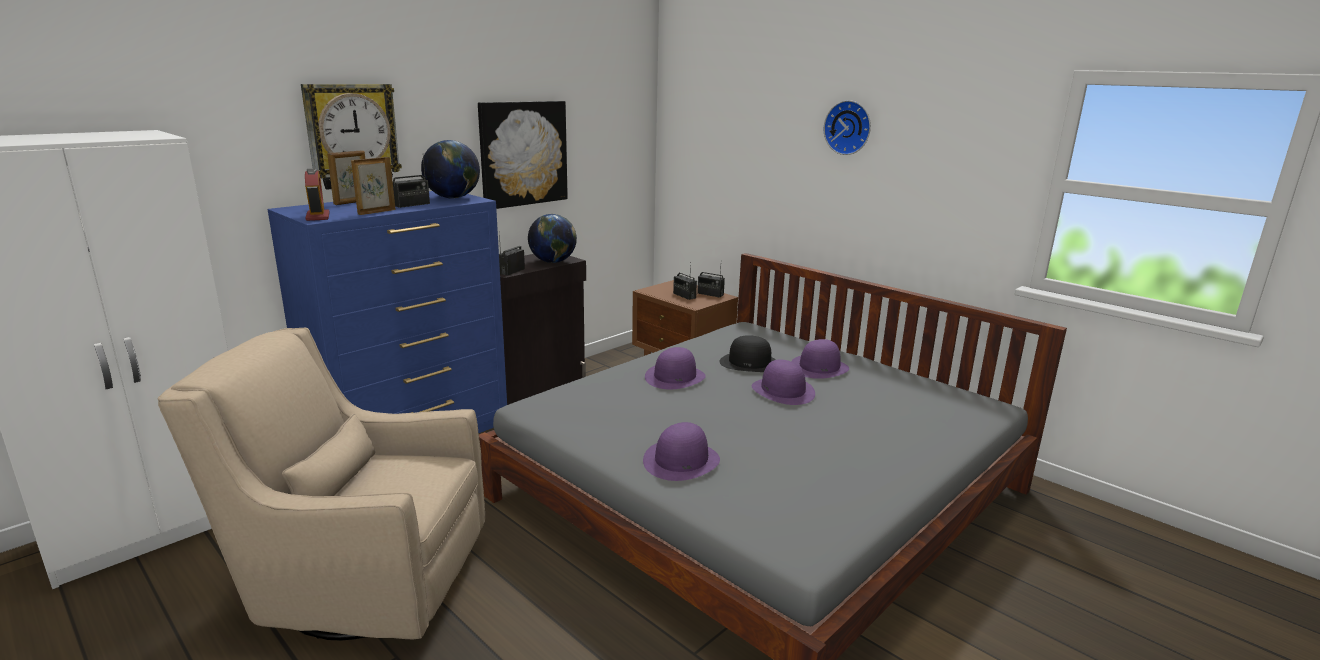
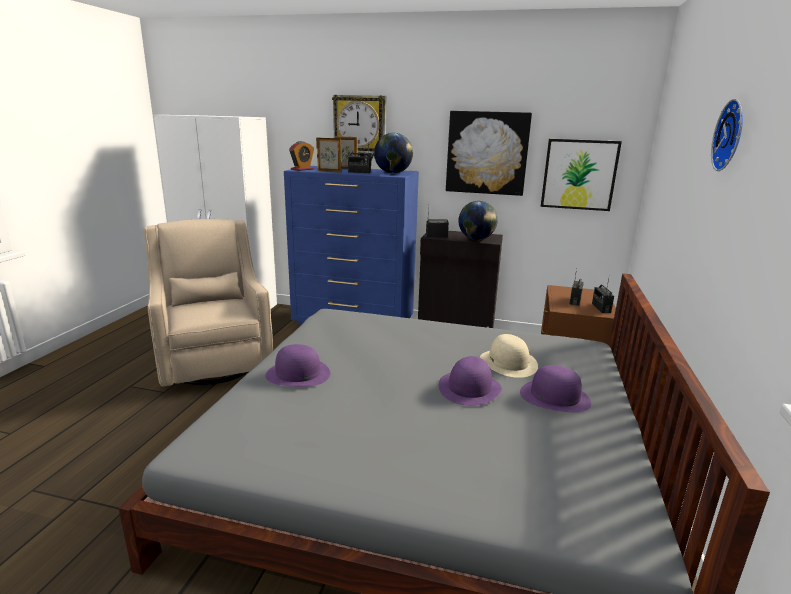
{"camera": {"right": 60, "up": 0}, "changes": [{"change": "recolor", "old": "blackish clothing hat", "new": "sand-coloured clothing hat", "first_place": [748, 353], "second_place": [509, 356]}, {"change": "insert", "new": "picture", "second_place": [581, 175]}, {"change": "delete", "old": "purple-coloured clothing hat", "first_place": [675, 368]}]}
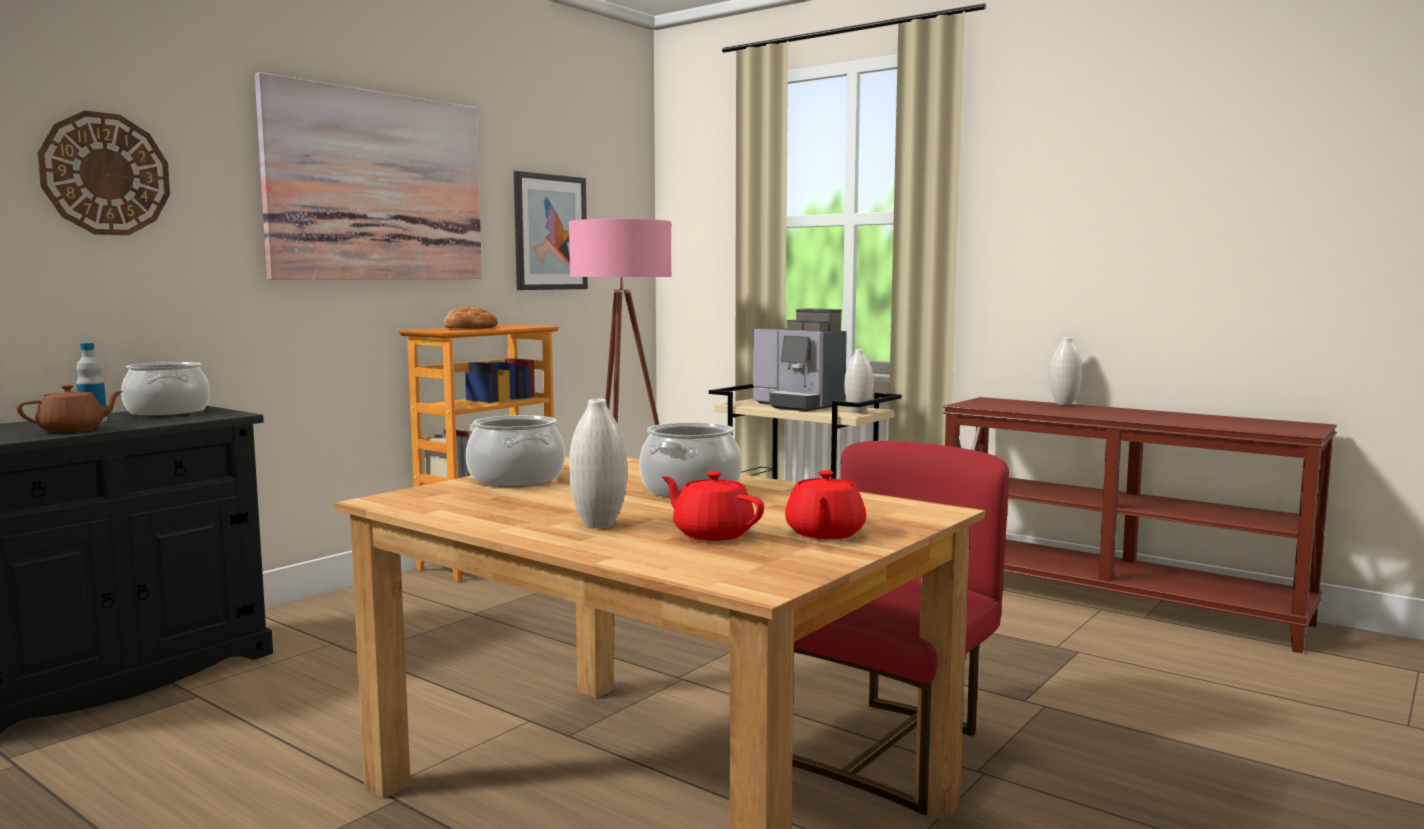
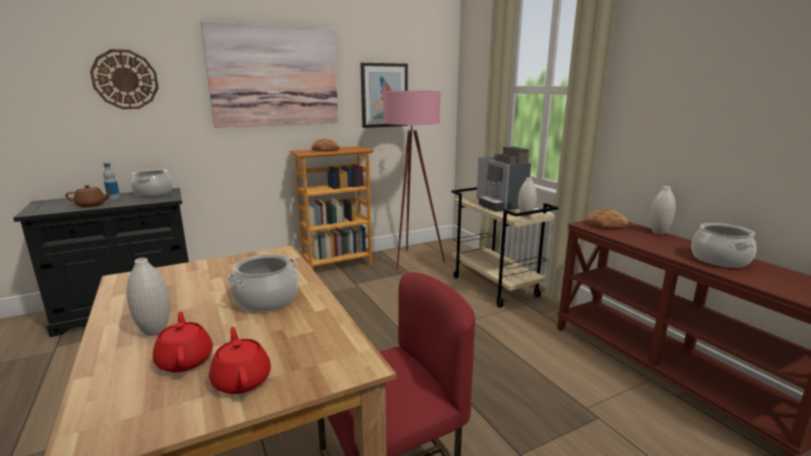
{"camera": {"right": 25, "up": 10}, "changes": [{"change": "rotate", "old": "red-coloured tea pot", "first_place": [825, 504], "second_place": [240, 360], "degrees": 120}, {"change": "insert", "new": "bread", "second_place": [607, 219]}, {"change": "move", "old": "stockpot", "first_place": [515, 451], "second_place": [723, 245]}]}
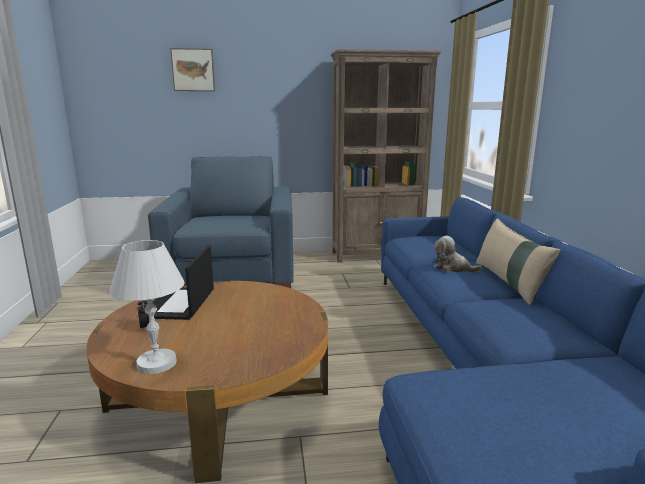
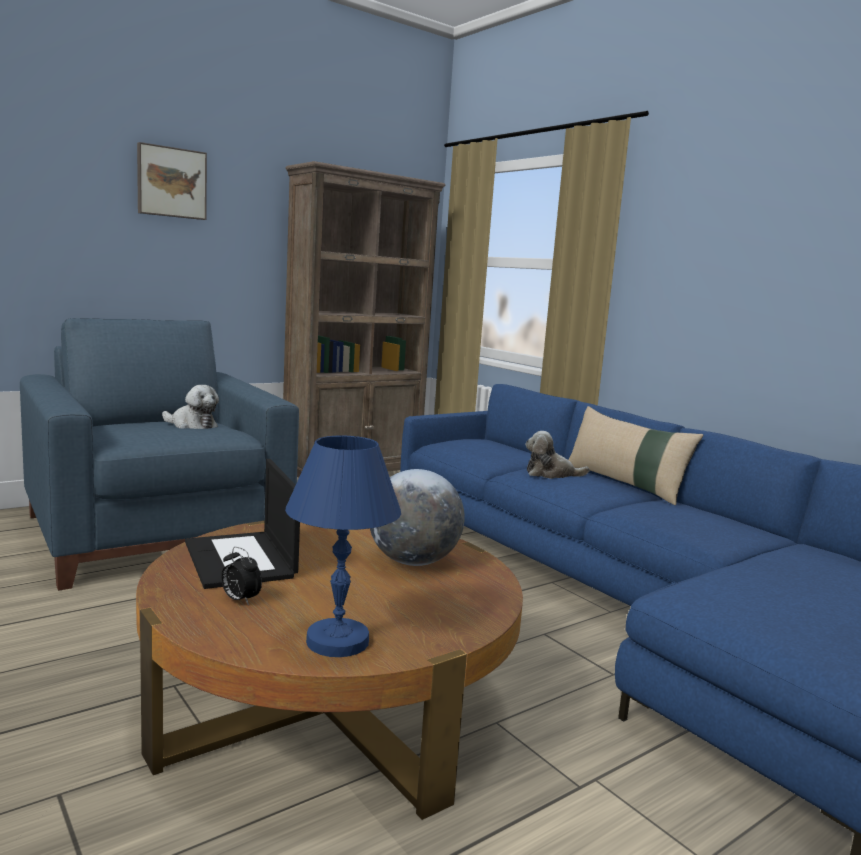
{"camera": {"right": -30, "up": -5}, "changes": [{"change": "move", "old": "picture", "first_place": [192, 69], "second_place": [172, 181]}, {"change": "insert", "new": "cuddly toy", "second_place": [190, 407]}, {"change": "recolor", "old": "white-coloured table lamp", "new": "blue-coloured table lamp", "first_place": [147, 307], "second_place": [343, 546]}, {"change": "insert", "new": "world globe", "second_place": [417, 517]}]}
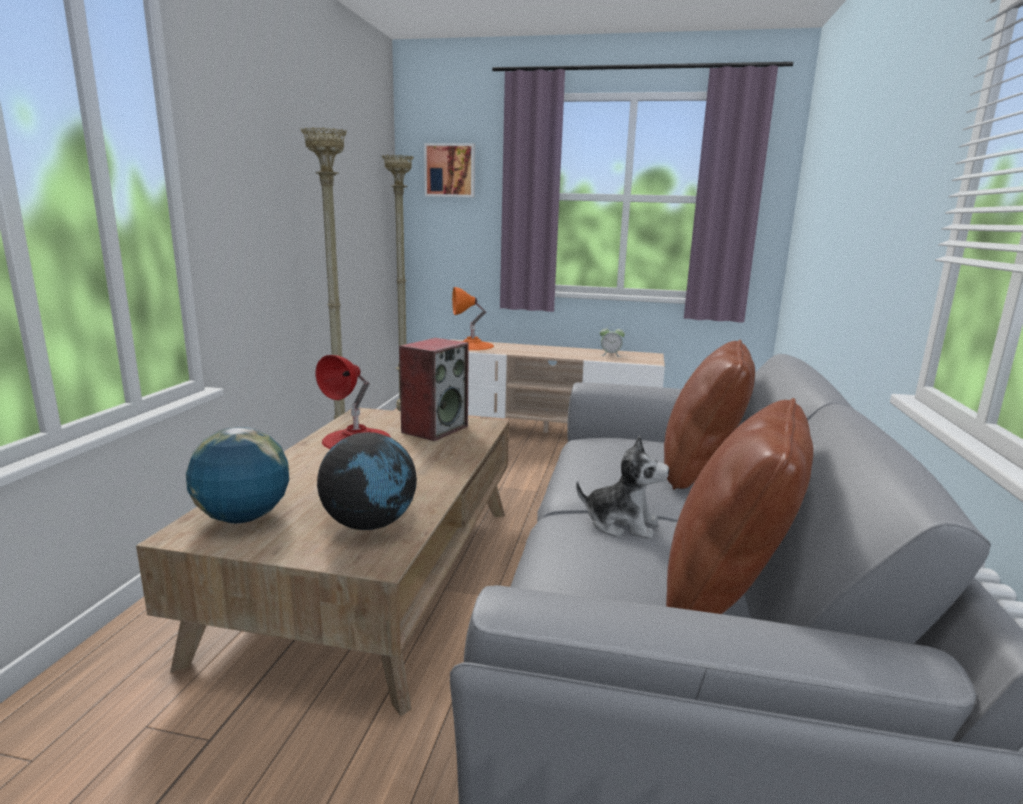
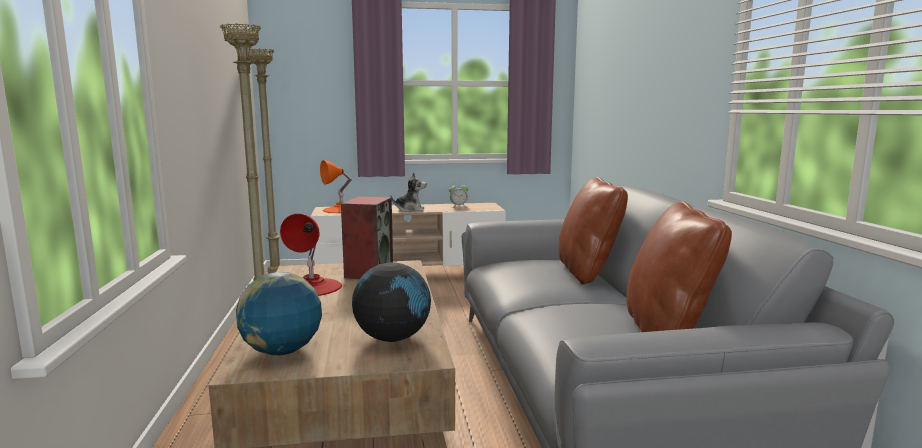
{"camera": {"right": -20, "up": -5}, "changes": [{"change": "move", "old": "cuddly toy", "first_place": [622, 487], "second_place": [408, 192]}, {"change": "delete", "old": "picture", "first_place": [449, 170]}]}
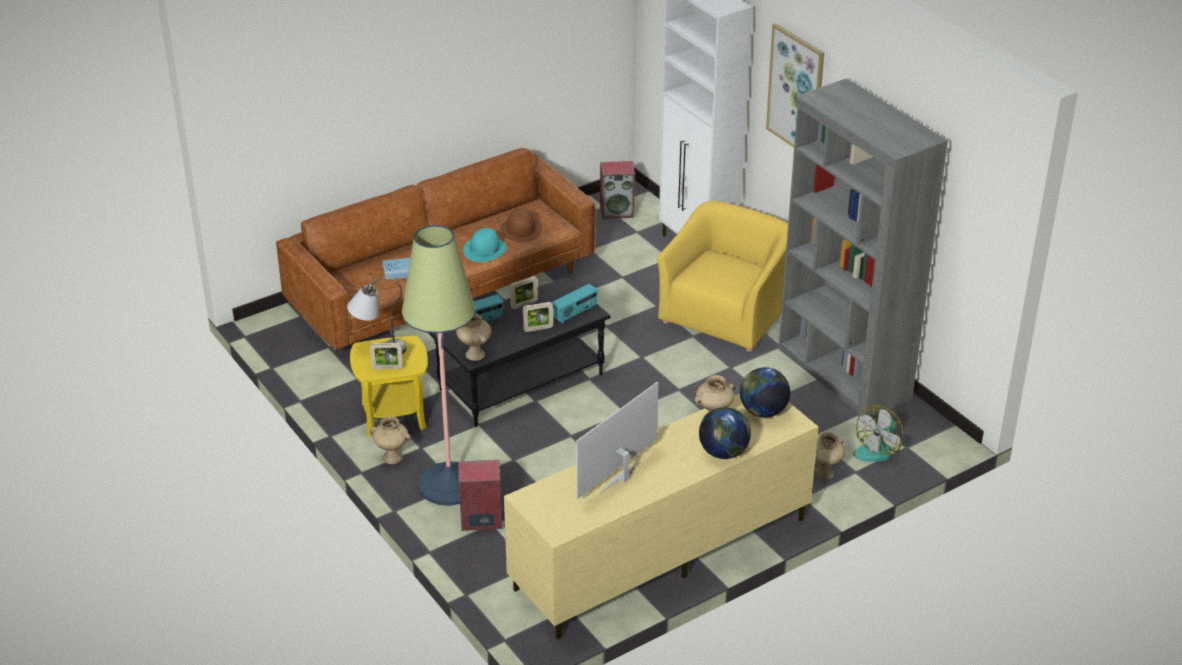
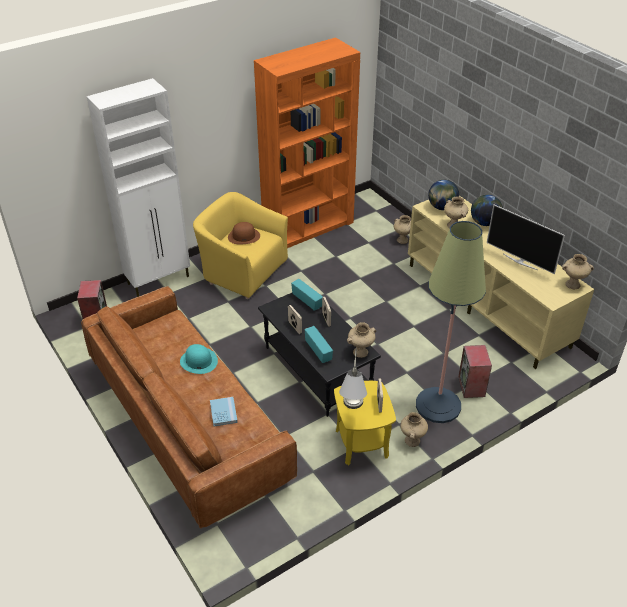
{"camera": {"right": -90, "up": 5}, "changes": [{"change": "move", "old": "brown-coloured clothing hat", "first_place": [521, 225], "second_place": [244, 233]}, {"change": "recolor", "old": "greyish shelving unit", "new": "orange-coloured shelving unit", "first_place": [863, 248], "second_place": [307, 142]}, {"change": "insert", "new": "sand-coloured vase", "second_place": [578, 271]}, {"change": "delete", "old": "picture", "first_place": [795, 85]}, {"change": "delete", "old": "cooling fan", "first_place": [878, 433]}]}
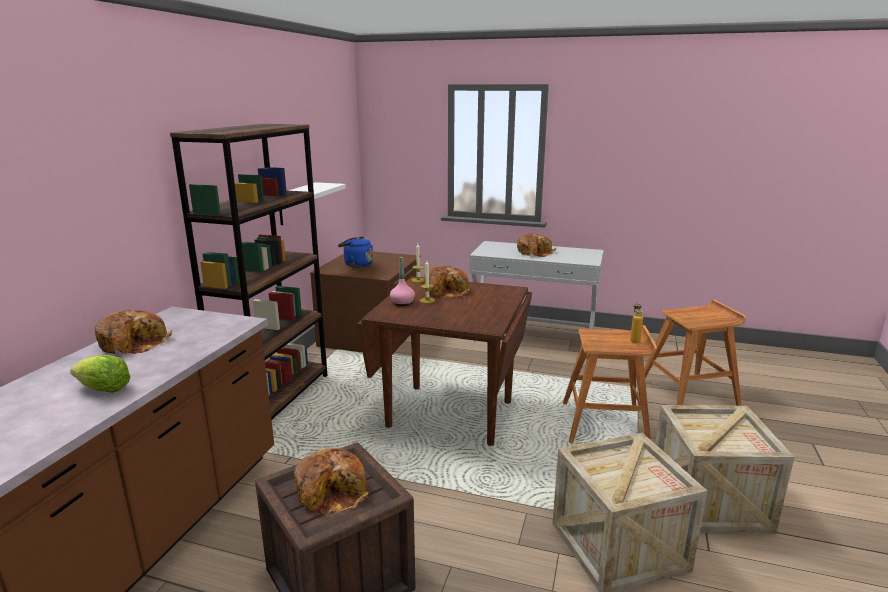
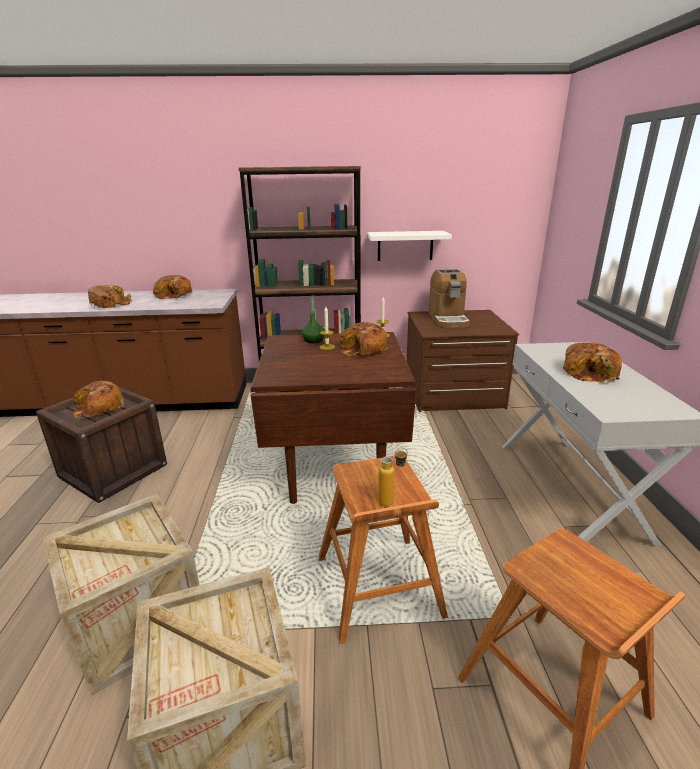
{"camera": {"right": 70, "up": 5}, "changes": [{"change": "replace", "old": "head of lettuce", "new": "bread", "first_place": [100, 374], "second_place": [110, 296]}, {"change": "recolor", "old": "pink-coloured beverage bottle", "new": "greenish beverage bottle", "first_place": [402, 281], "second_place": [313, 319]}, {"change": "replace", "old": "blue-coloured kettle", "new": "coffee machine", "first_place": [355, 252], "second_place": [449, 298]}]}
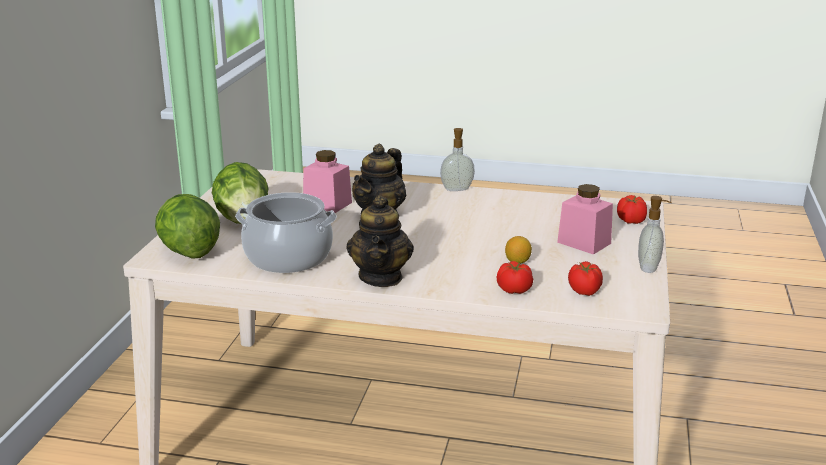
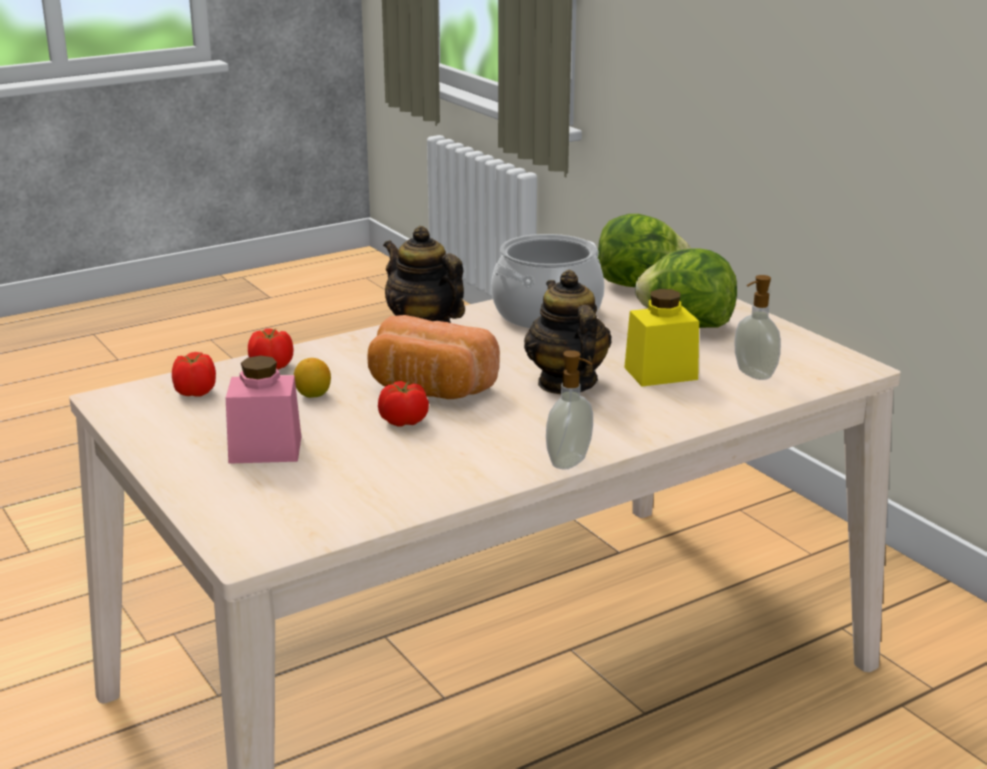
{"camera": {"right": 135, "up": 0}, "changes": [{"change": "insert", "new": "bread", "second_place": [434, 357]}, {"change": "move", "old": "tomato", "first_place": [632, 209], "second_place": [403, 404]}, {"change": "recolor", "old": "pink-coloured storage jar", "new": "yellow storage jar", "first_place": [327, 181], "second_place": [661, 338]}, {"change": "move", "old": "liquid soap bottle", "first_place": [655, 234], "second_place": [758, 327]}]}
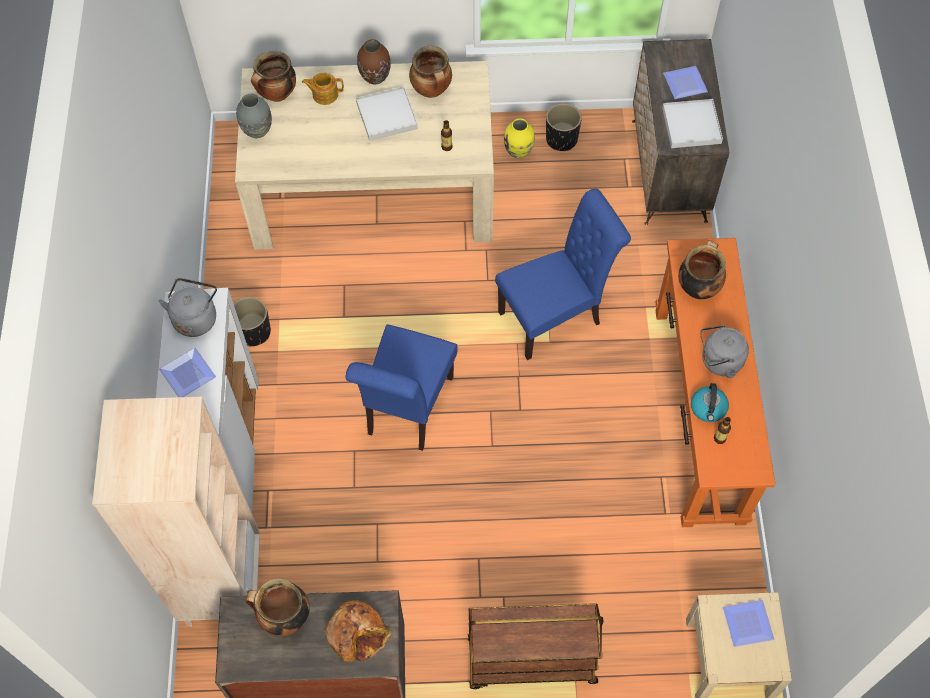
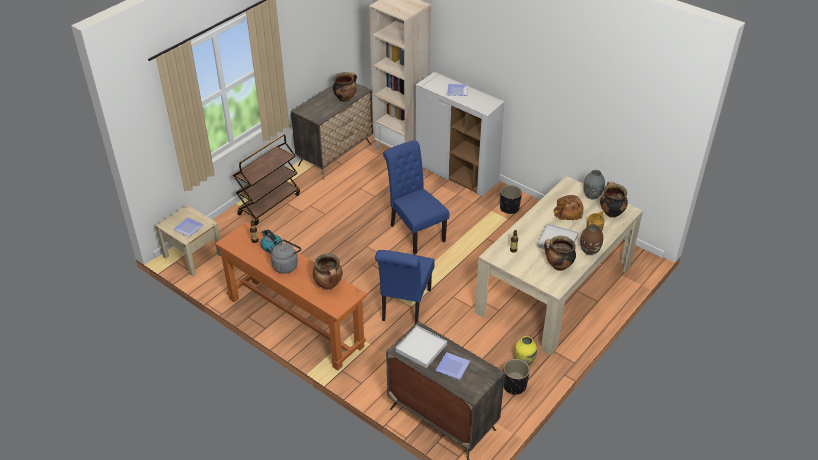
{"camera": {"right": 130, "up": -20}, "changes": [{"change": "move", "old": "bread", "first_place": [358, 631], "second_place": [568, 207]}, {"change": "delete", "old": "greyish kettle", "first_place": [188, 307]}]}
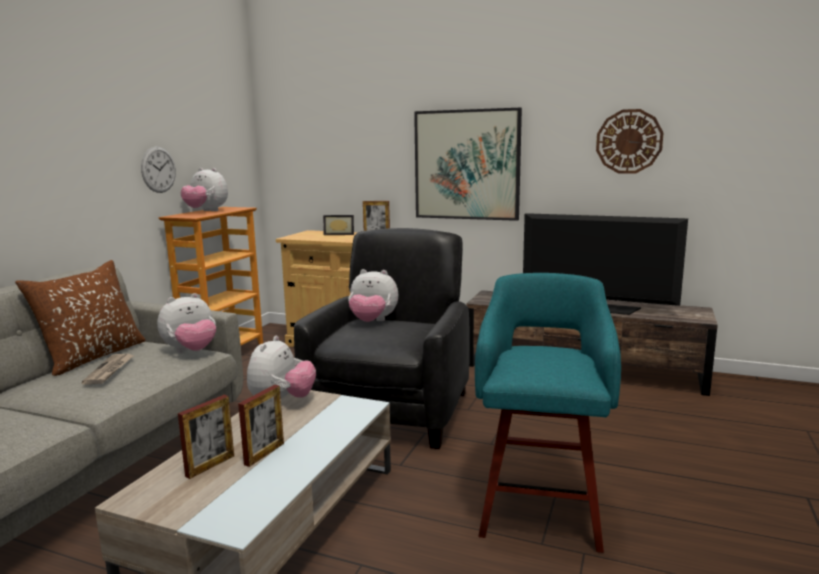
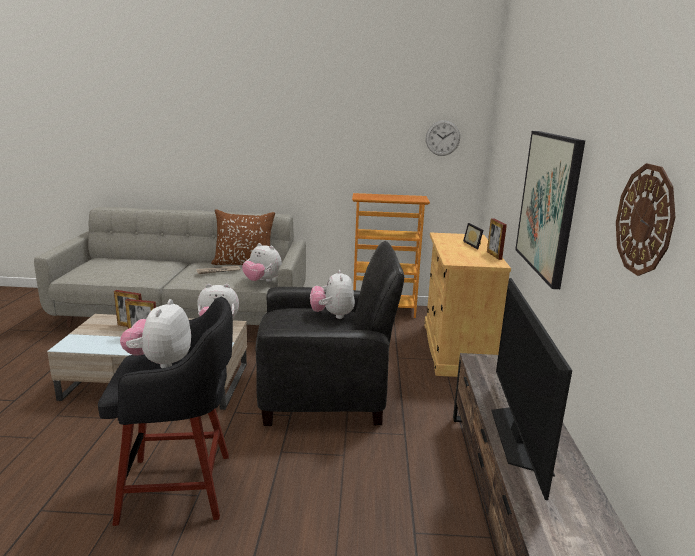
{"camera": {"right": 70, "up": 5}, "changes": [{"change": "recolor", "old": "turquoise-coloured stool seat", "new": "blackish stool seat", "first_place": [548, 413], "second_place": [165, 411]}, {"change": "move", "old": "cuddly toy", "first_place": [204, 189], "second_place": [155, 333]}, {"change": "move", "old": "hanging clock", "first_place": [158, 169], "second_place": [443, 138]}]}
